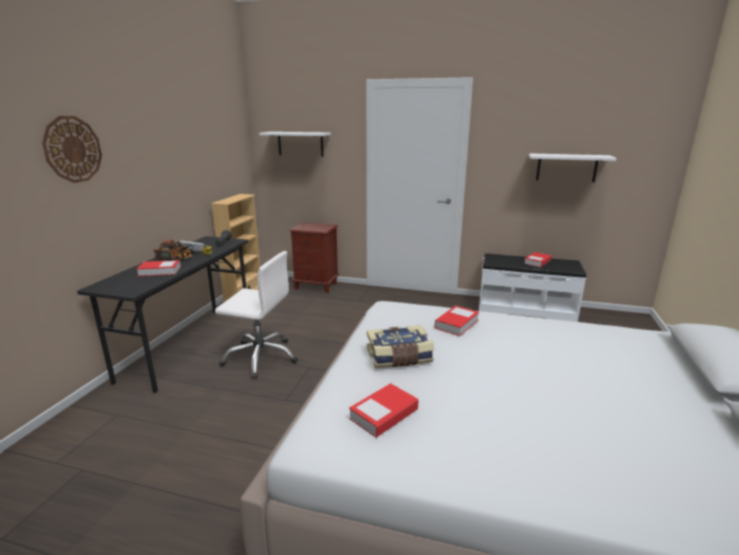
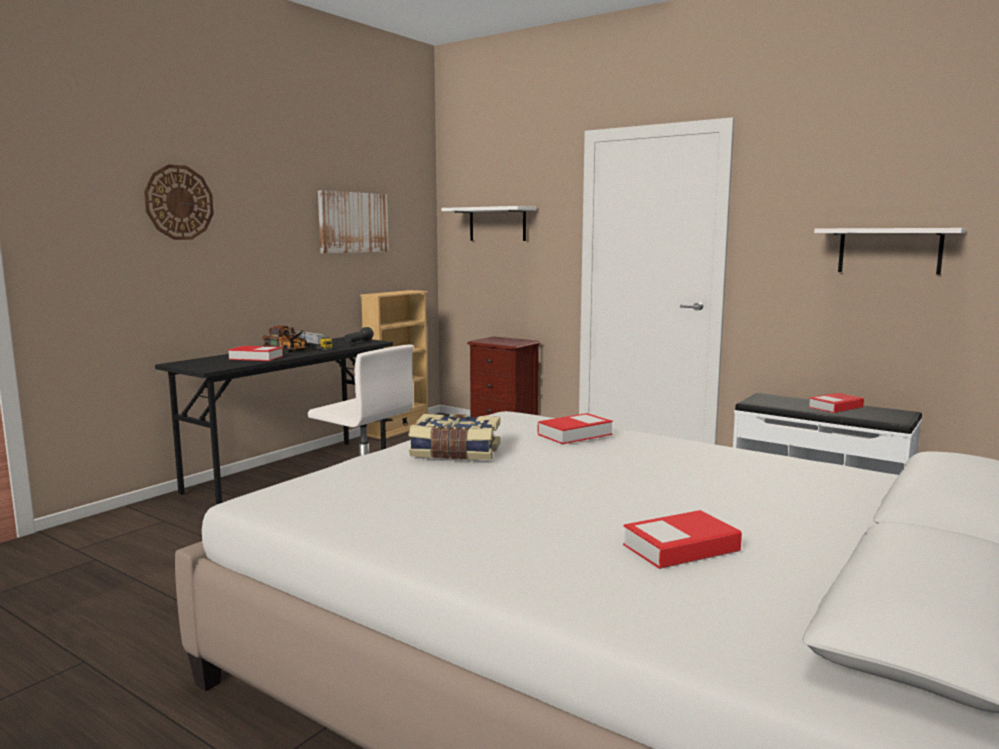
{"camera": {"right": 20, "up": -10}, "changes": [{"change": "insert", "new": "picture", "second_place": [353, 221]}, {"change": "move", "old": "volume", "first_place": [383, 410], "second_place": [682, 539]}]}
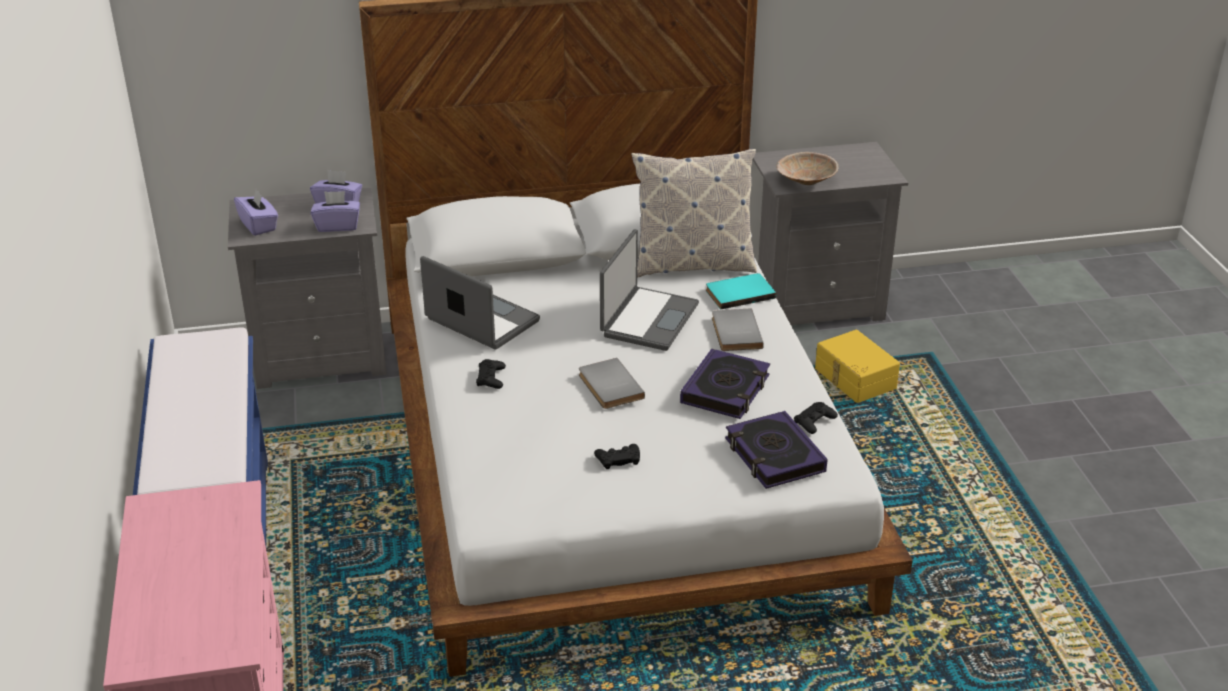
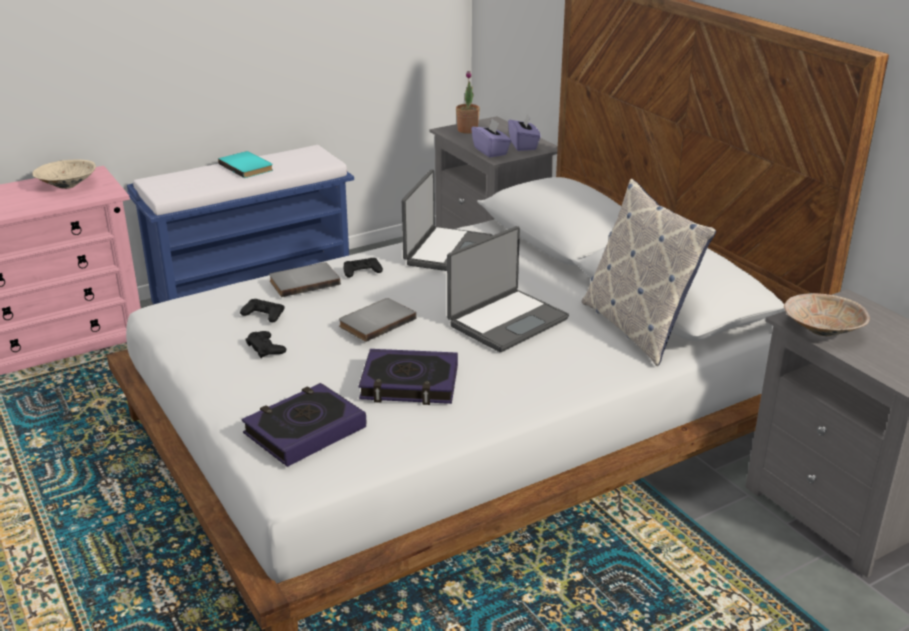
{"camera": {"right": 70, "up": -5}, "changes": [{"change": "insert", "new": "sand-coloured bowl", "second_place": [64, 174]}, {"change": "move", "old": "turquoise-coloured volume", "first_place": [741, 291], "second_place": [245, 164]}, {"change": "move", "old": "blackish gamepad", "first_place": [816, 418], "second_place": [262, 310]}, {"change": "move", "old": "greyish volume", "first_place": [738, 329], "second_place": [305, 279]}, {"change": "rotate", "old": "portable computer", "first_place": [649, 290], "second_place": [508, 289], "degrees": -45}, {"change": "replace", "old": "purple-coloured tissue holder", "new": "potted plant", "first_place": [256, 213], "second_place": [468, 102]}, {"change": "delete", "old": "yellow storage box", "first_place": [857, 366]}]}
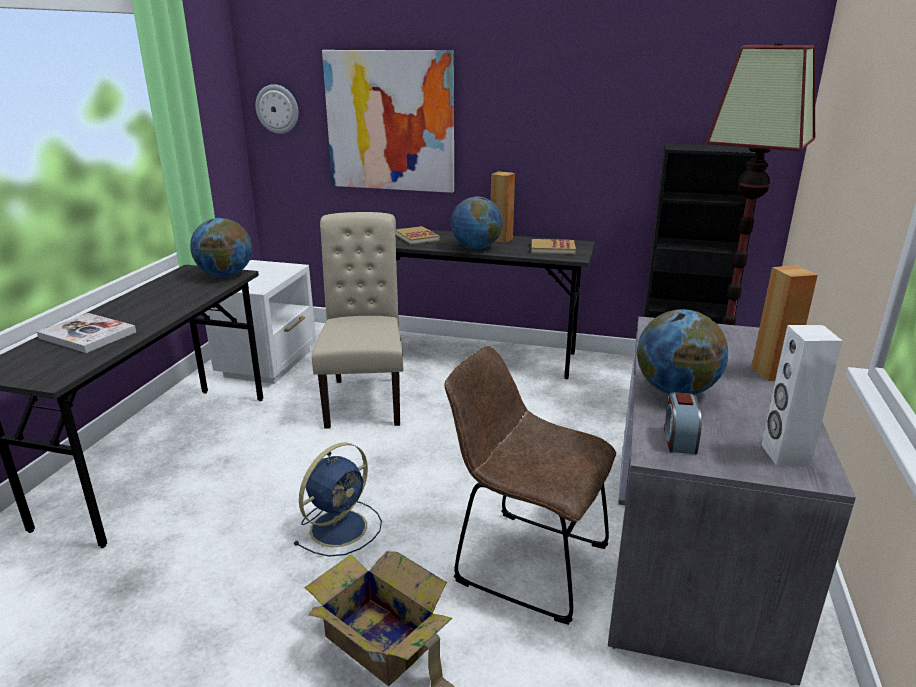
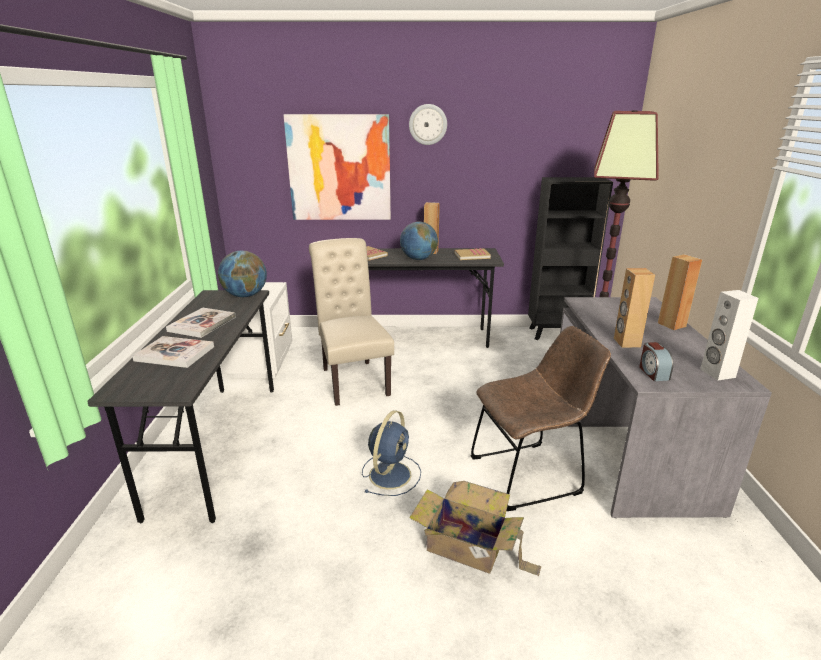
{"camera": {"right": -15, "up": 0}, "changes": [{"change": "insert", "new": "volume", "second_place": [201, 323]}, {"change": "move", "old": "hanging clock", "first_place": [277, 109], "second_place": [428, 124]}, {"change": "rotate", "old": "brown-coloured upright chair", "first_place": [530, 485], "second_place": [541, 418], "degrees": 150}, {"change": "replace", "old": "world globe", "new": "brown-coloured speaker", "first_place": [682, 352], "second_place": [634, 308]}]}
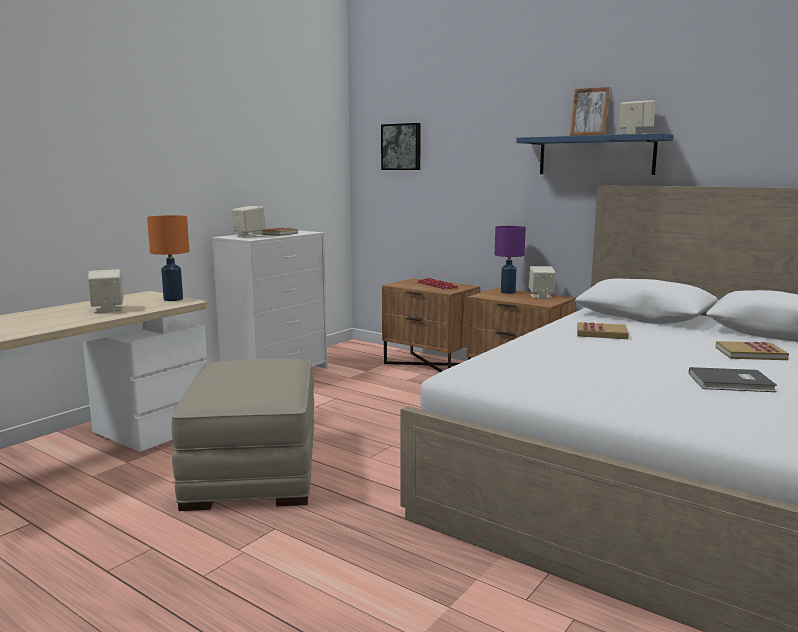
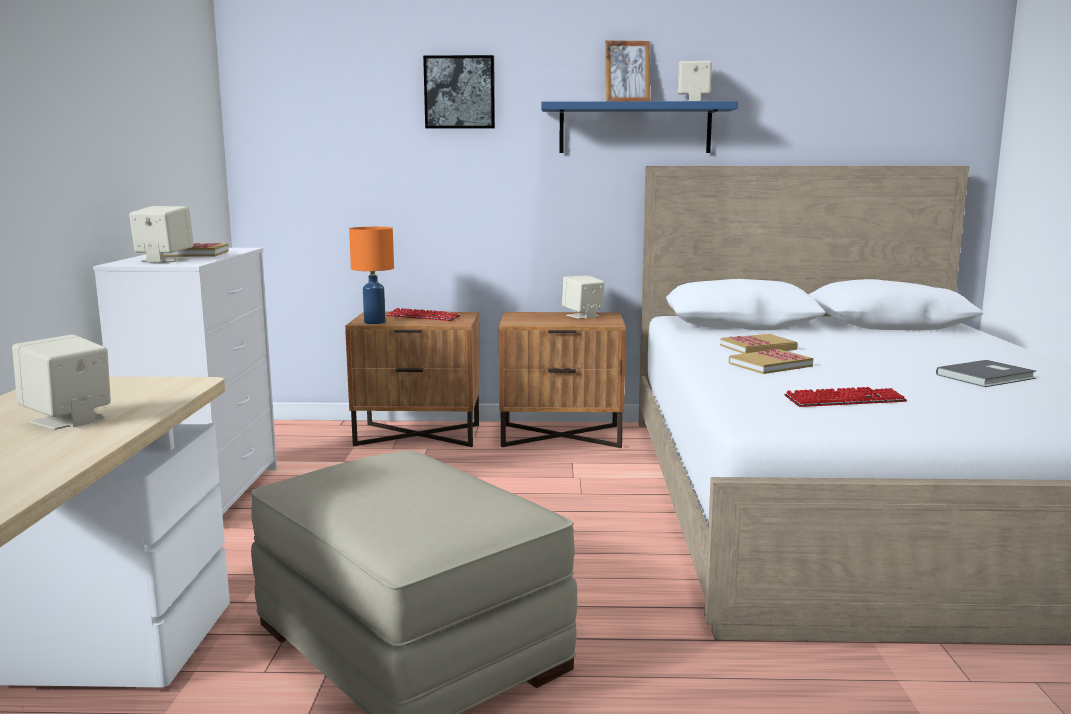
{"camera": {"right": -35, "up": 0}, "changes": [{"change": "move", "old": "orange-coloured table lamp", "first_place": [168, 258], "second_place": [371, 275]}, {"change": "move", "old": "picture", "first_place": [401, 146], "second_place": [459, 92]}, {"change": "move", "old": "volume", "first_place": [752, 350], "second_place": [771, 361]}, {"change": "insert", "new": "computer keyboard", "second_place": [845, 397]}, {"change": "delete", "old": "purple-coloured table lamp", "first_place": [510, 260]}]}
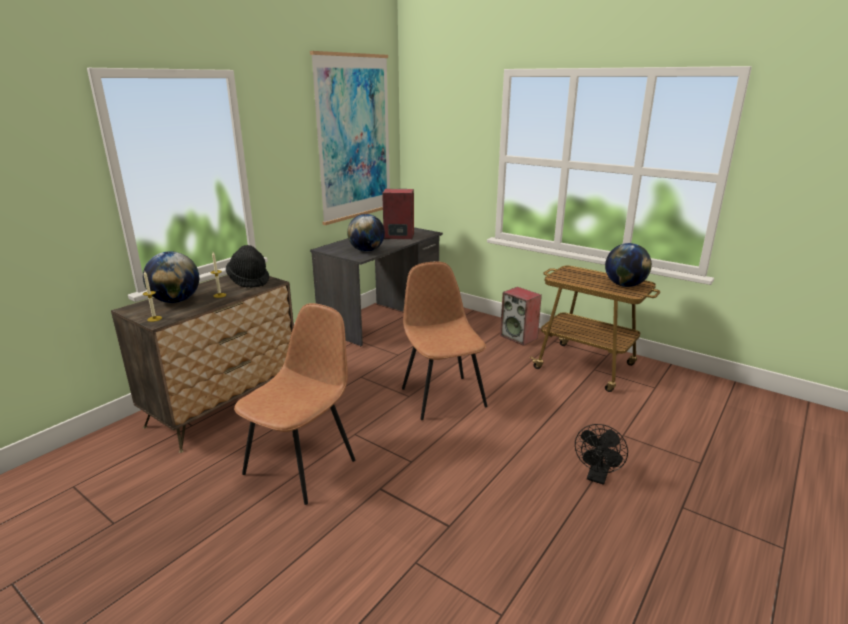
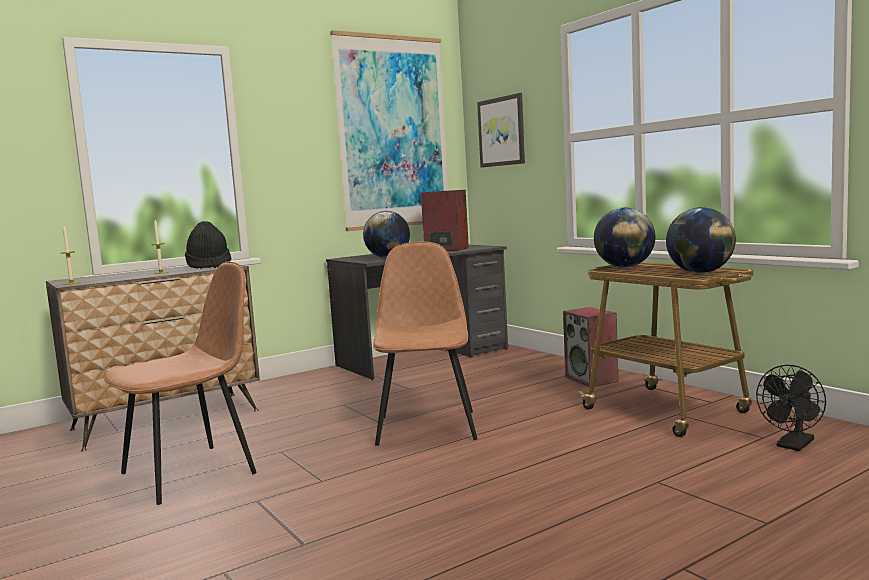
{"camera": {"right": 20, "up": -15}, "changes": [{"change": "insert", "new": "picture", "second_place": [501, 130]}, {"change": "move", "old": "world globe", "first_place": [171, 277], "second_place": [624, 237]}, {"change": "move", "old": "blackish cooling fan", "first_place": [601, 454], "second_place": [791, 408]}]}
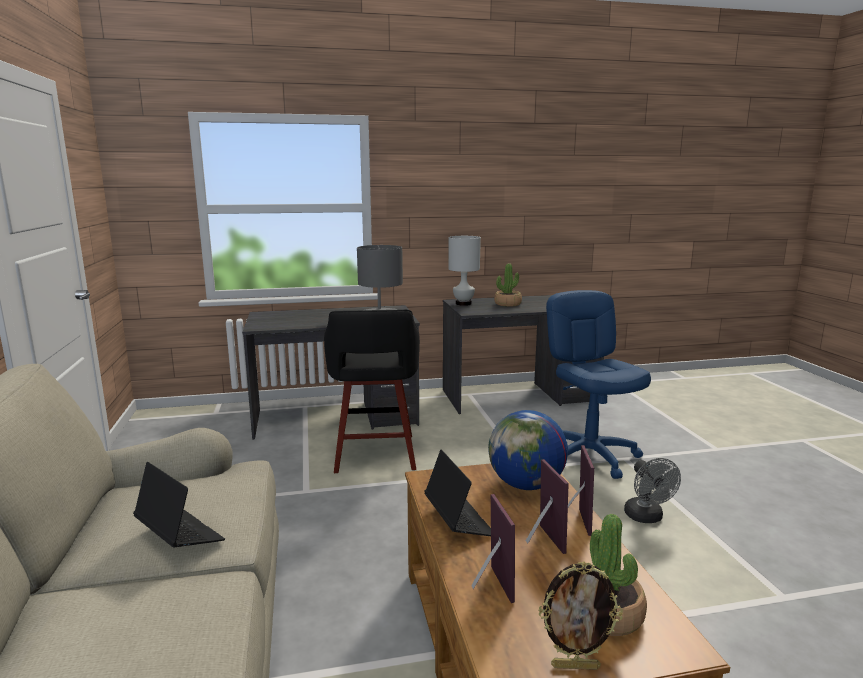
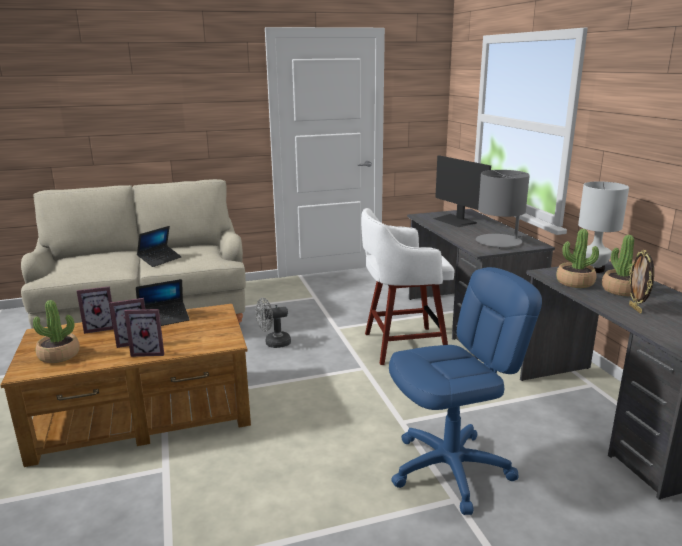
{"camera": {"right": 85, "up": 5}, "changes": [{"change": "move", "old": "greyish cooling fan", "first_place": [652, 490], "second_place": [273, 323]}, {"change": "recolor", "old": "blackish stool seat", "new": "white-coloured stool seat", "first_place": [372, 391], "second_place": [408, 286]}, {"change": "insert", "new": "monitor", "second_place": [462, 191]}, {"change": "insert", "new": "potted plant", "second_place": [577, 258]}, {"change": "move", "old": "standing frame", "first_place": [580, 615], "second_place": [641, 281]}, {"change": "delete", "old": "world globe", "first_place": [528, 450]}]}
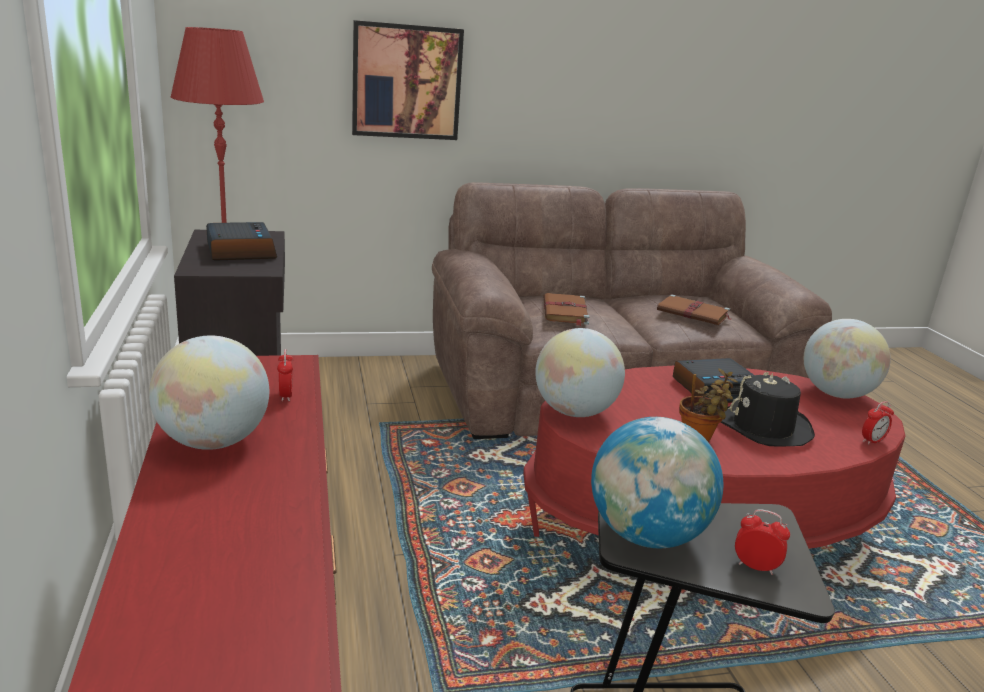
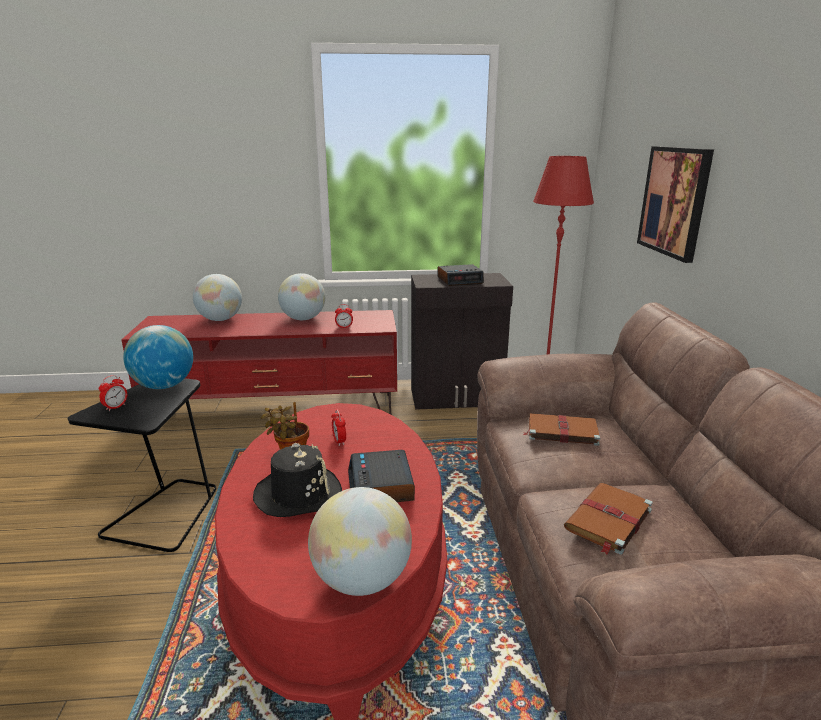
{"camera": {"right": 100, "up": 0}, "changes": [{"change": "move", "old": "world globe", "first_place": [580, 372], "second_place": [217, 297]}, {"change": "move", "old": "table clock", "first_place": [878, 423], "second_place": [338, 427]}]}
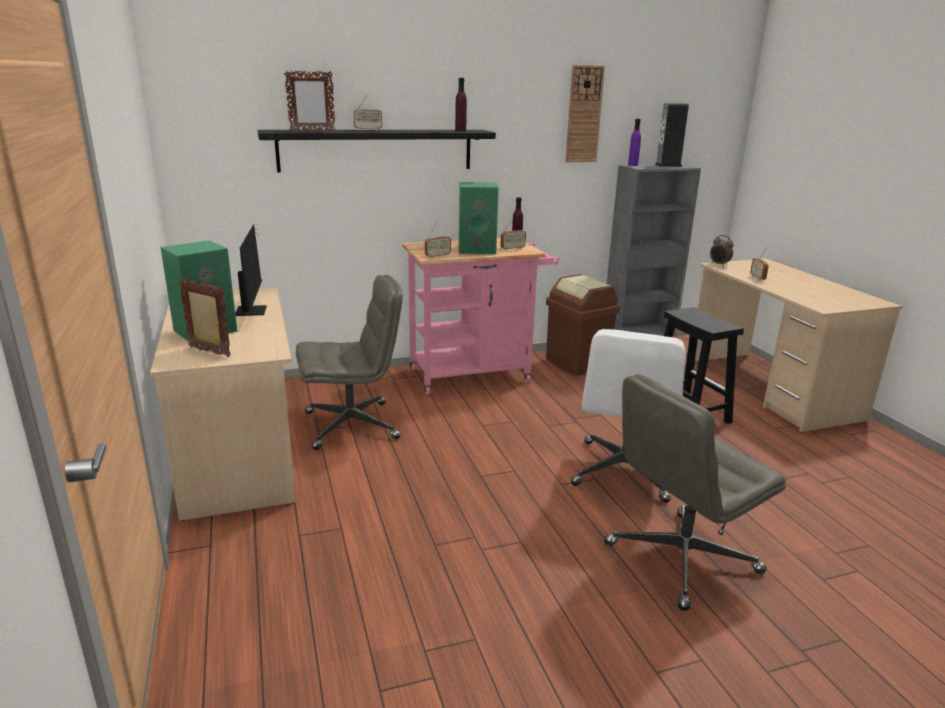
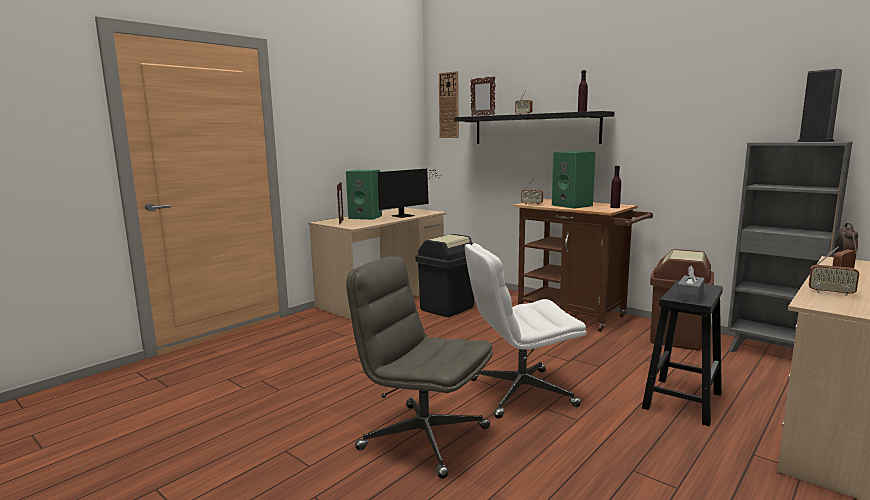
{"camera": {"right": 60, "up": -10}, "changes": [{"change": "replace", "old": "greyish desk chair", "new": "blackish waste bin", "first_place": [349, 362], "second_place": [445, 275]}, {"change": "move", "old": "hanging clock", "first_place": [585, 113], "second_place": [449, 104]}, {"change": "recolor", "old": "pink-coloured cart", "new": "brown-coloured cart", "first_place": [480, 316], "second_place": [583, 265]}, {"change": "insert", "new": "greyish tissue holder", "second_place": [691, 284]}, {"change": "move", "old": "radio receiver", "first_place": [513, 234], "second_place": [834, 271]}, {"change": "delete", "old": "purple-coloured beverage bottle", "first_place": [634, 142]}]}
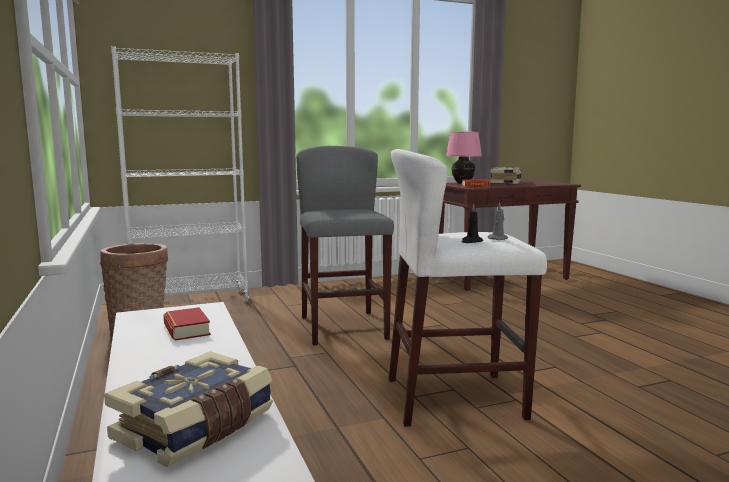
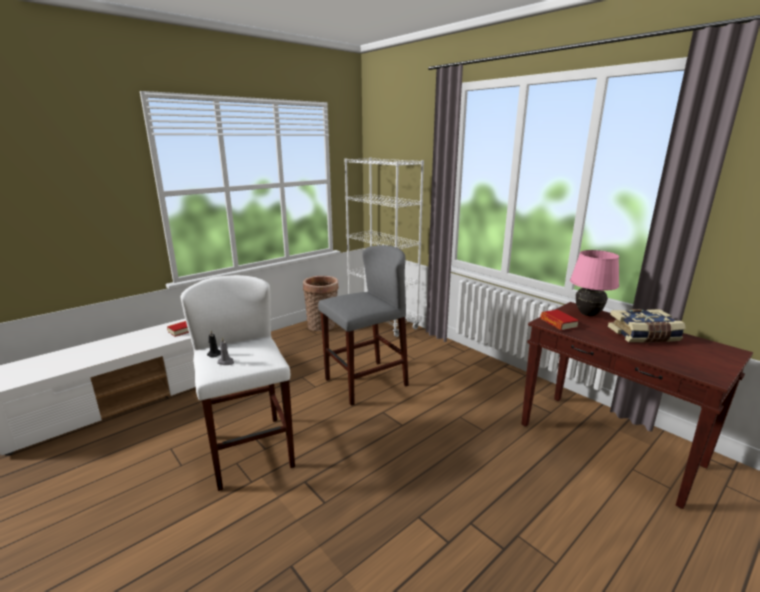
{"camera": {"right": 70, "up": 10}, "changes": [{"change": "delete", "old": "volume", "first_place": [188, 409]}]}
